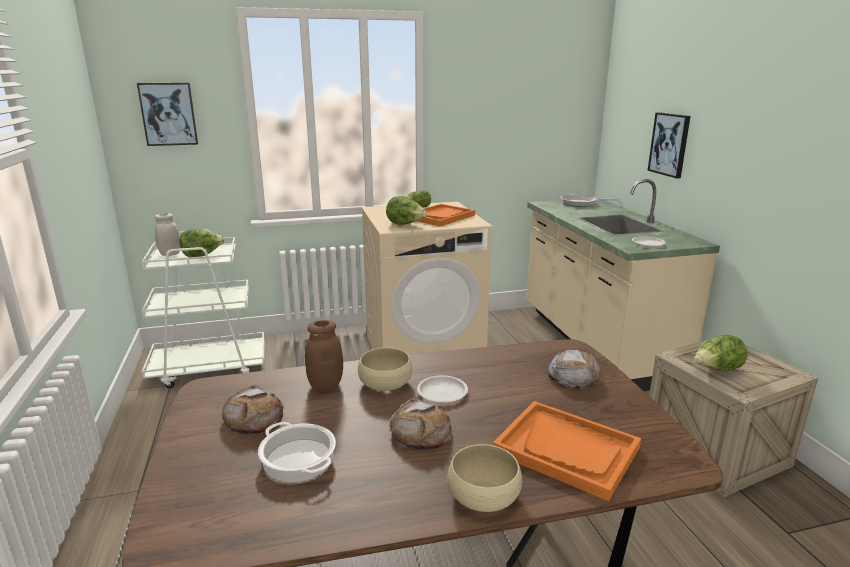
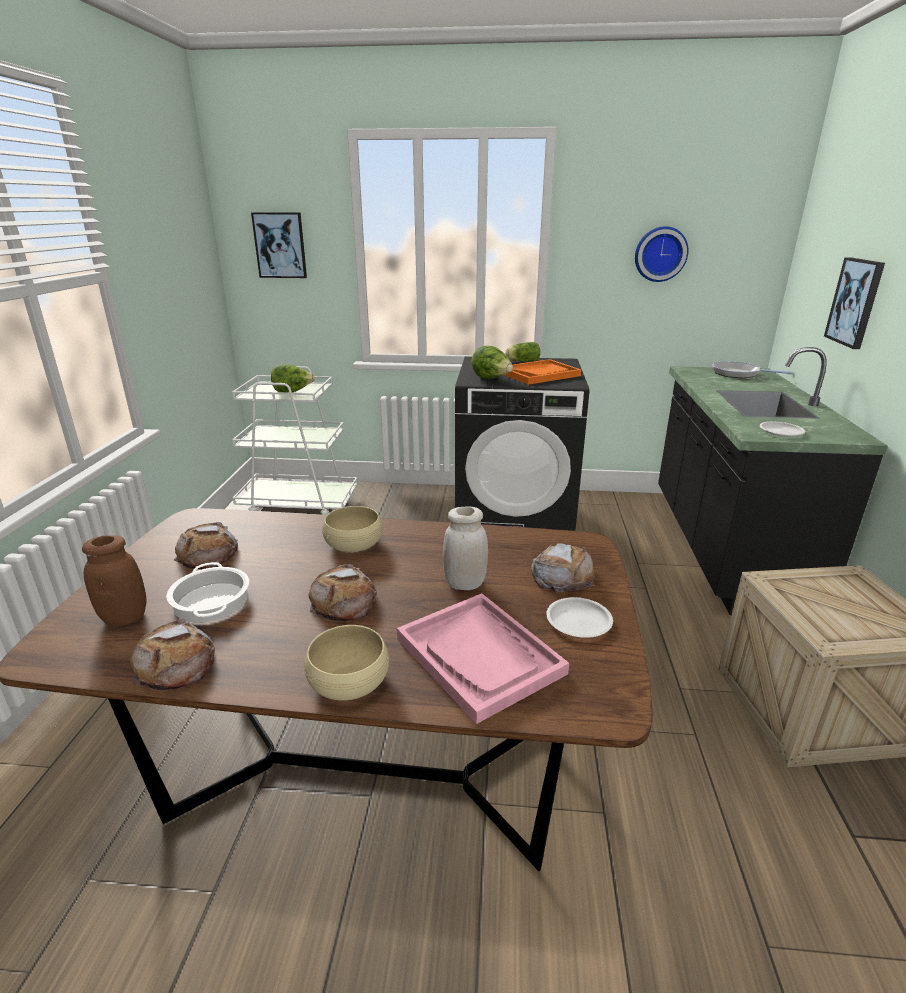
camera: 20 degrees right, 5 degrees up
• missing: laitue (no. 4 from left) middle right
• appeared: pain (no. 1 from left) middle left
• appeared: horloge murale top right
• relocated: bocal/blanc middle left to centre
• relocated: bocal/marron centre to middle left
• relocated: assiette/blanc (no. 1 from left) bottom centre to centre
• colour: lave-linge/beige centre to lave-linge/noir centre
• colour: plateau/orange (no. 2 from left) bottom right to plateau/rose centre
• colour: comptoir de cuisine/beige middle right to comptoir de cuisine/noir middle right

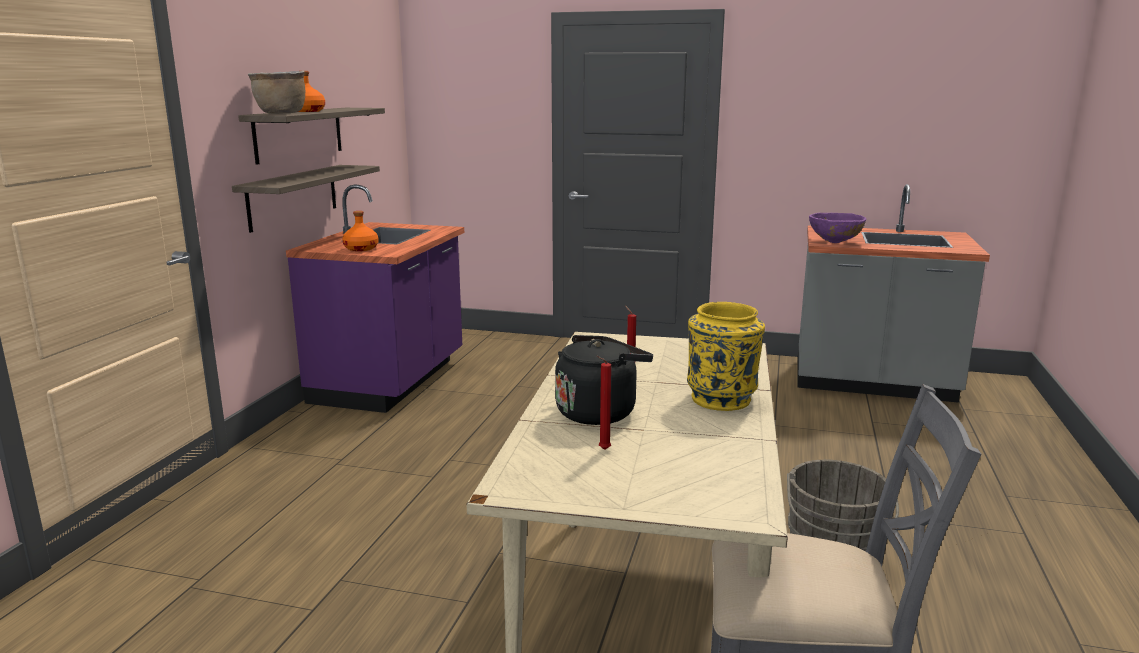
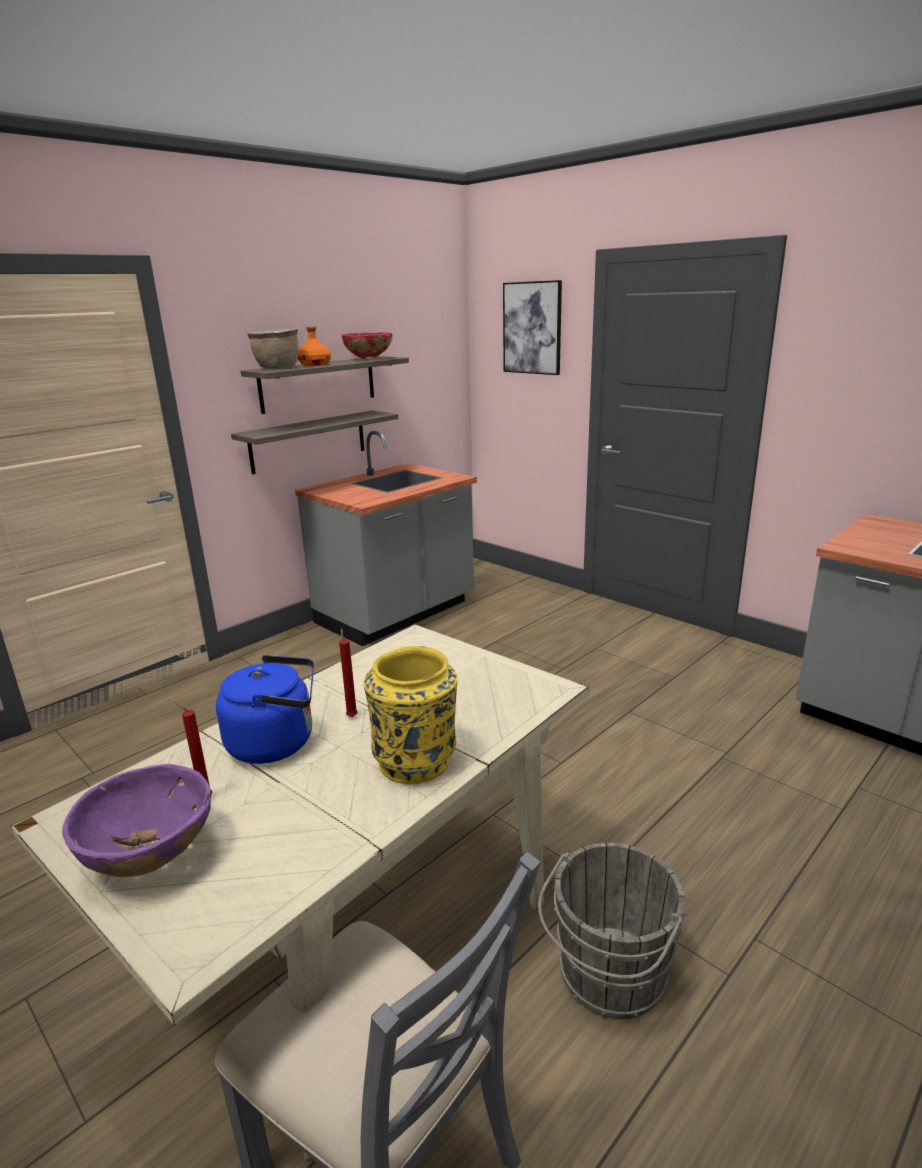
camera: 30 degrees right, 5 degrees up
• missing: bouteille/orange (no. 2 from left) middle left
• appeared: bol/rouge top centre
• appeared: tableau top centre
• relocated: bol/violet middle right to bottom left
• colour: comptoir de cuisine/violet middle left to comptoir de cuisine/gris (no. 1 from left) centre
• colour: bouilloire/noir centre to bouilloire/bleu middle left

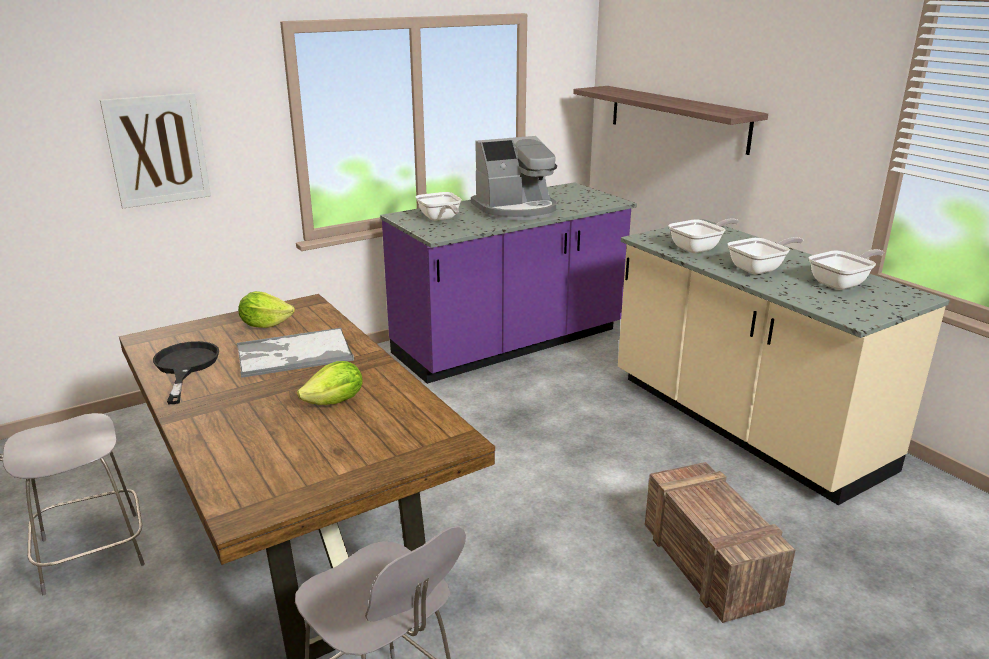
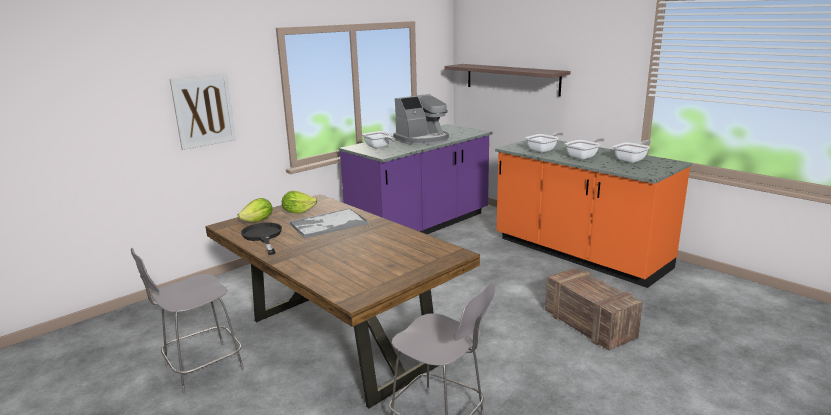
camera: 10 degrees left, 5 degrees down
• relocated: laitue (no. 2 from left in the first image) centre to laitue (no. 1 from left) middle left
• colour: comptoir de cuisine/beige middle right to comptoir de cuisine/orange middle right

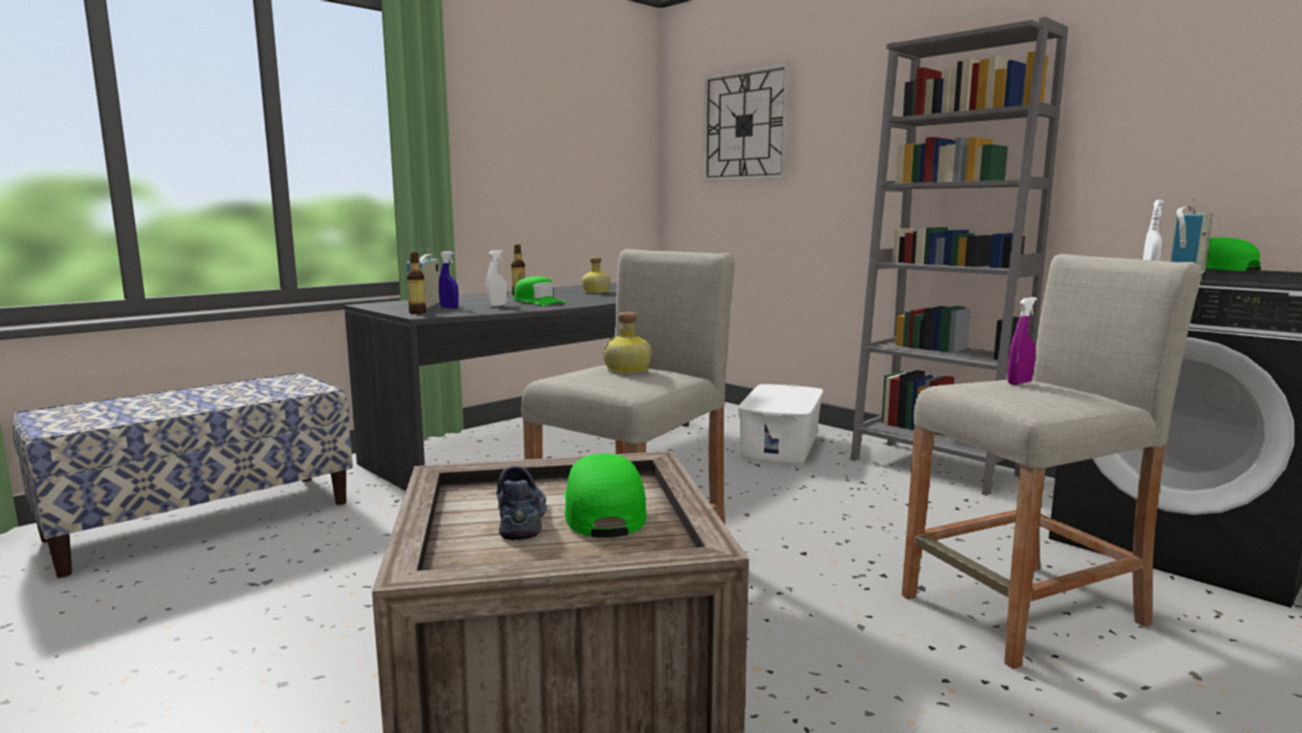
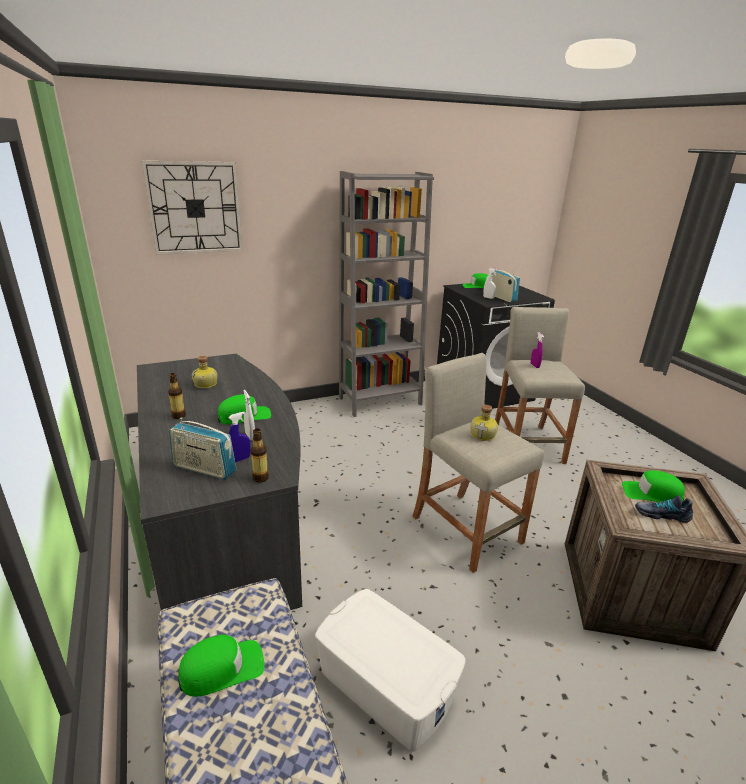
camera: 70 degrees left, 15 degrees up
• appeared: casquette/vert (no. 1 from left) bottom left
• relocated: boîte de rangement/blanc centre to bottom centre

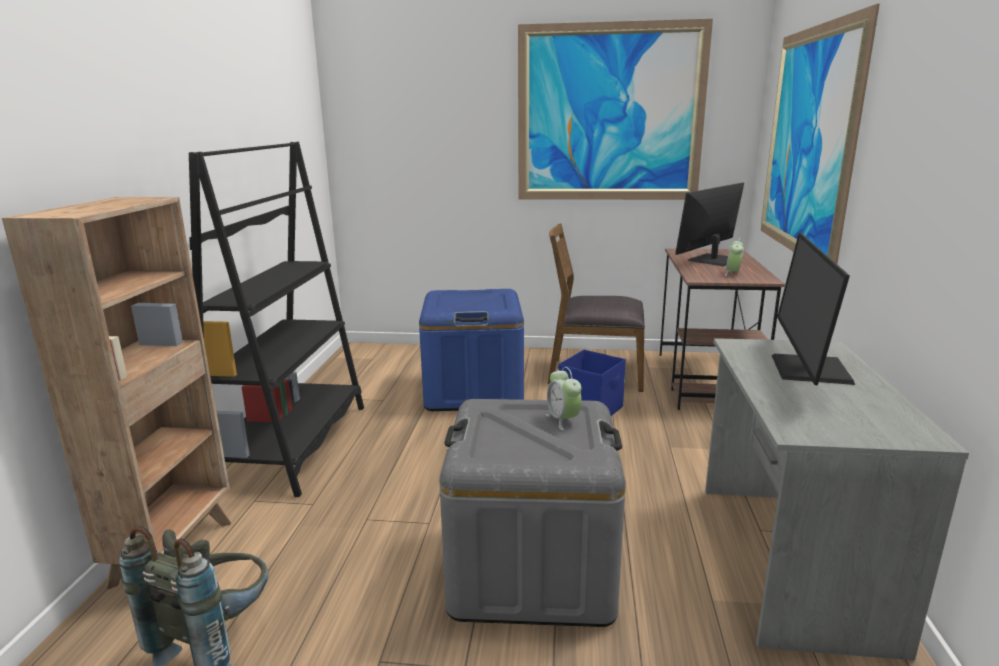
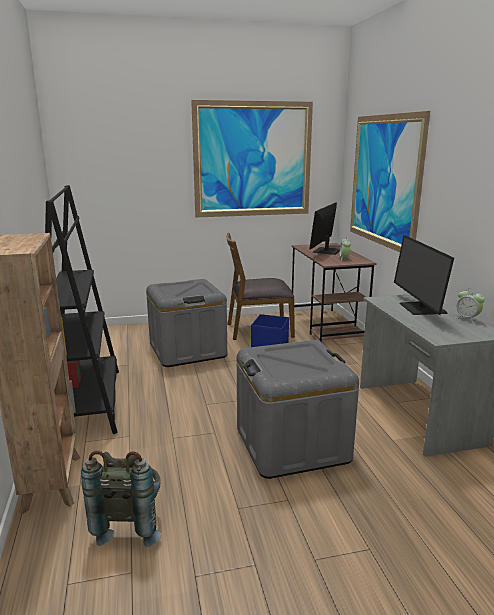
camera: 20 degrees left, 0 degrees up
• relocated: réveil (no. 1 from left in the first image) centre to réveil (no. 2 from left) middle right
• colour: boîte de rangement/bleu (no. 1 from left) centre to boîte de rangement/gris (no. 1 from left) centre

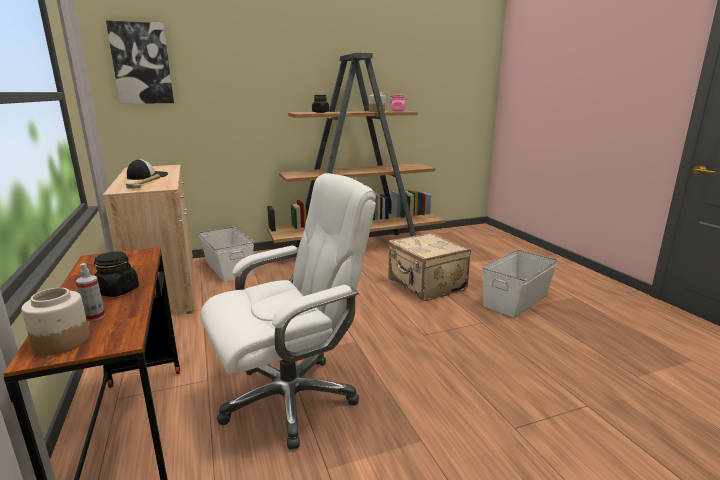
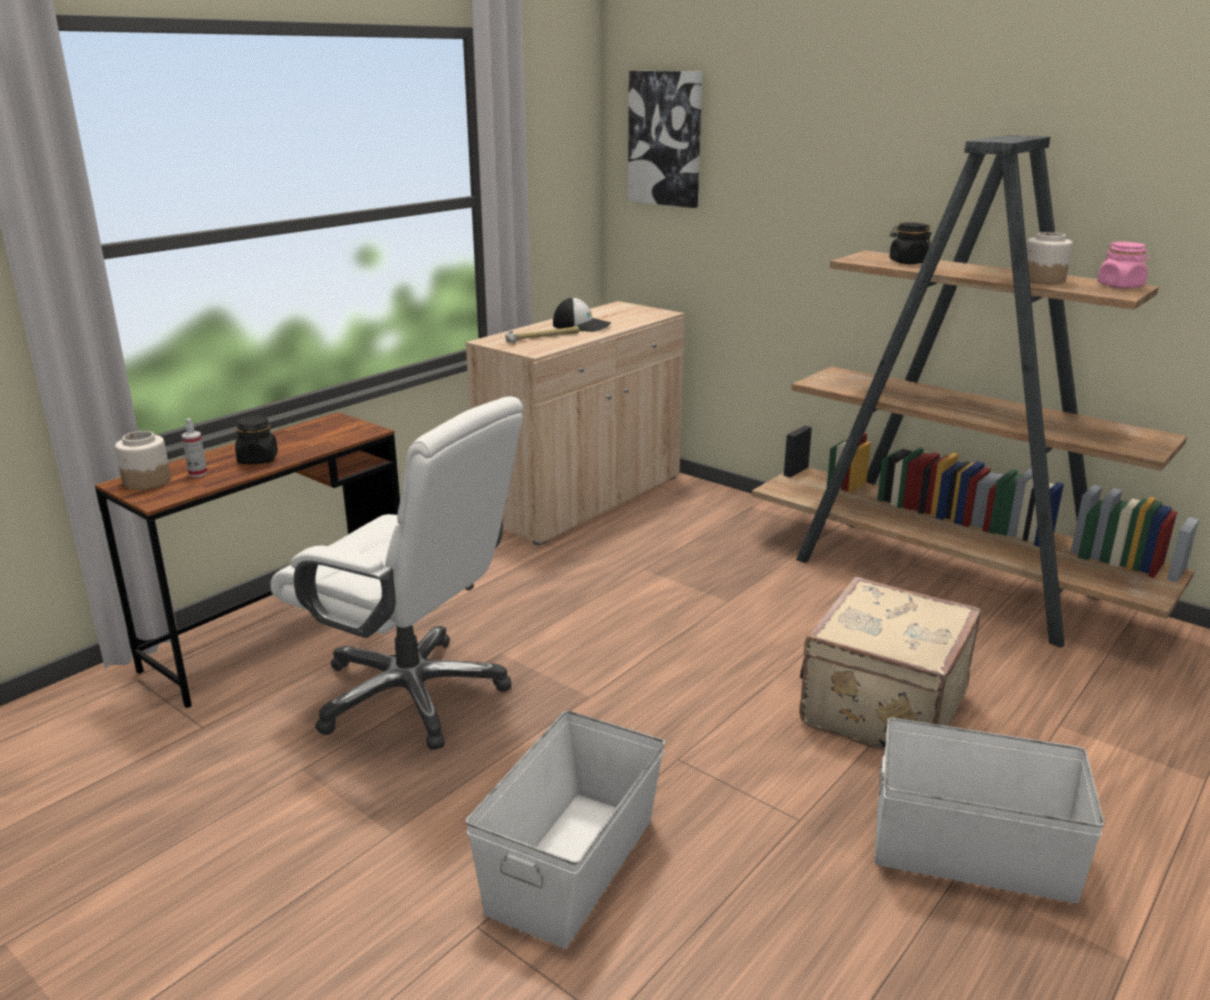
camera: 60 degrees right, 5 degrees up
• relocated: boîte de rangement/blanc (no. 1 from left) middle left to bottom centre

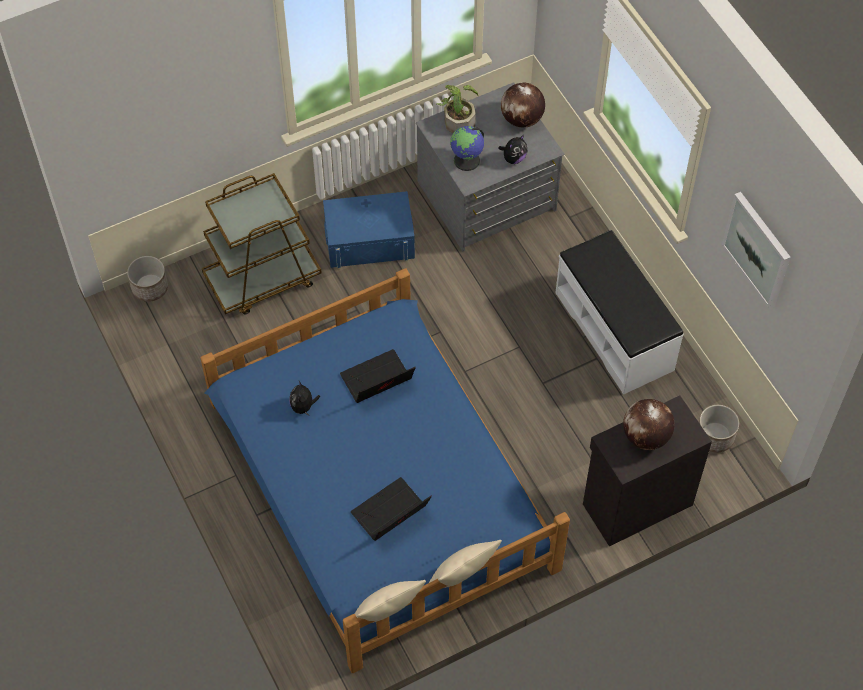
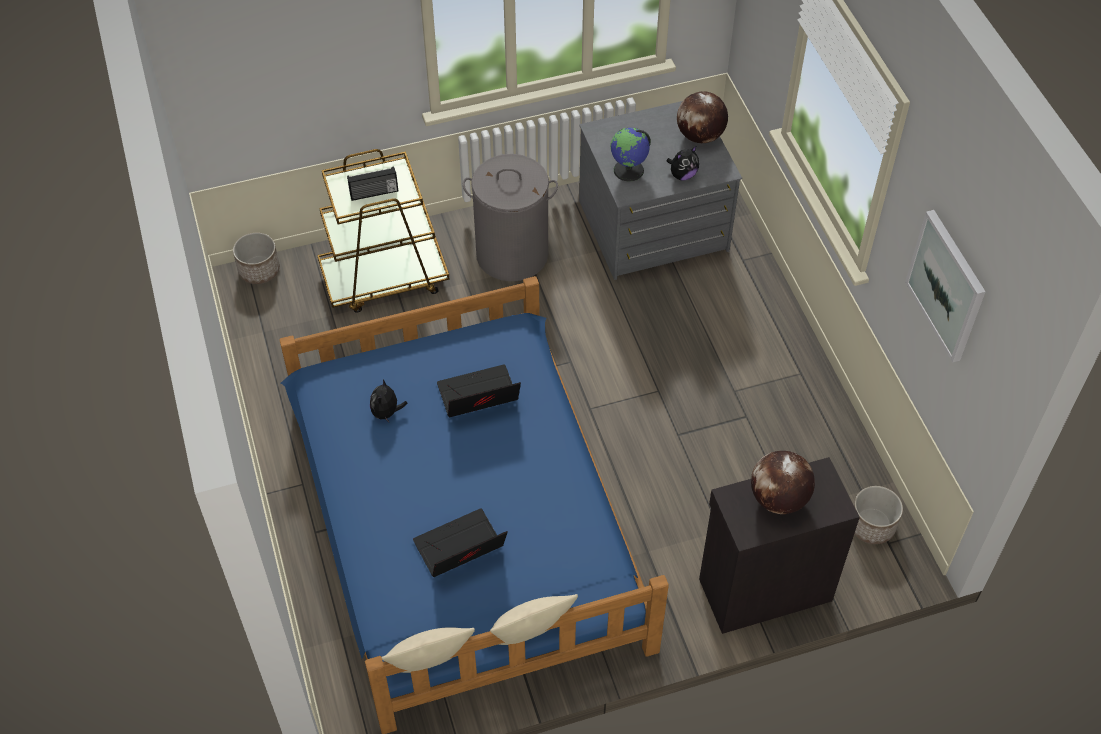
camera: 10 degrees right, 5 degrees down
• missing: plante en pot top centre
• missing: banc/blanc middle right
• appeared: radio top centre
• exchanged: boîte de rangement/bleu top centre to panier à linge/gris top centre

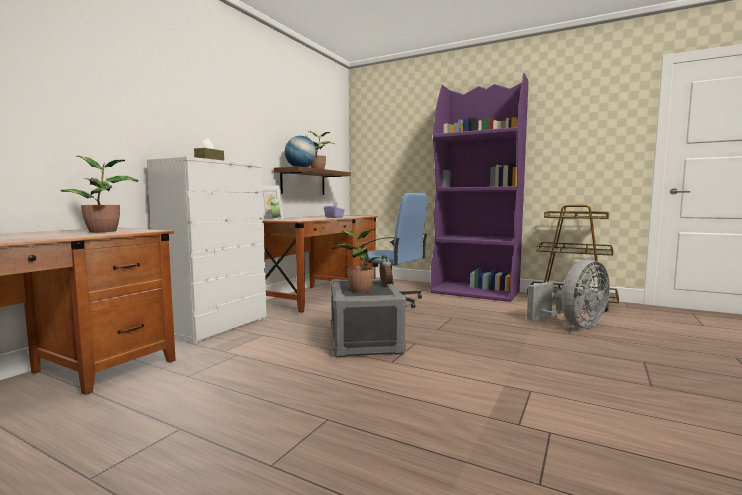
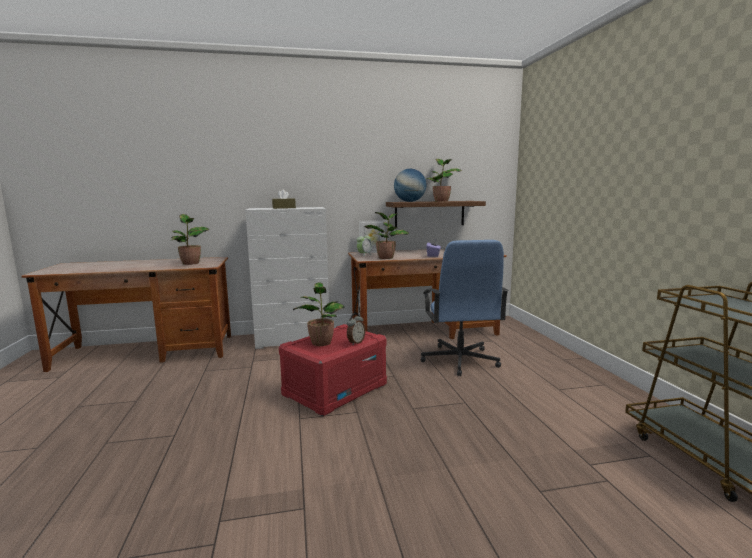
camera: 50 degrees right, 5 degrees up
• missing: bibliothèque/violet centre
• missing: ventilateur/gris middle right
• appeared: plante en pot (no. 3 from left) centre
• colour: boîte de rangement/gris centre to boîte de rangement/rouge centre

